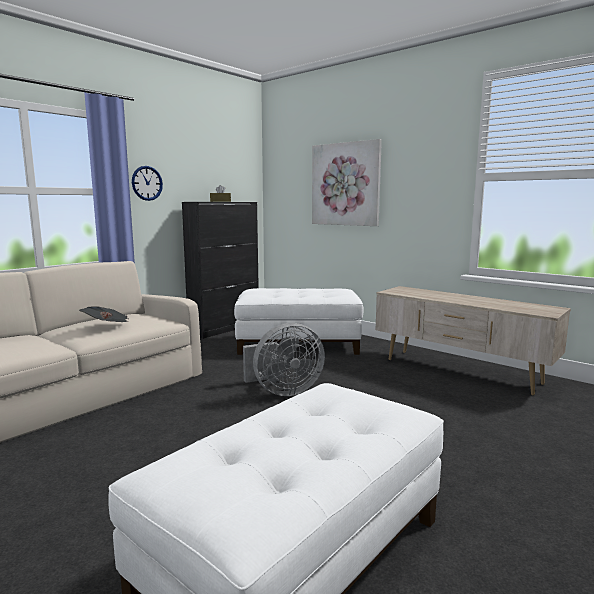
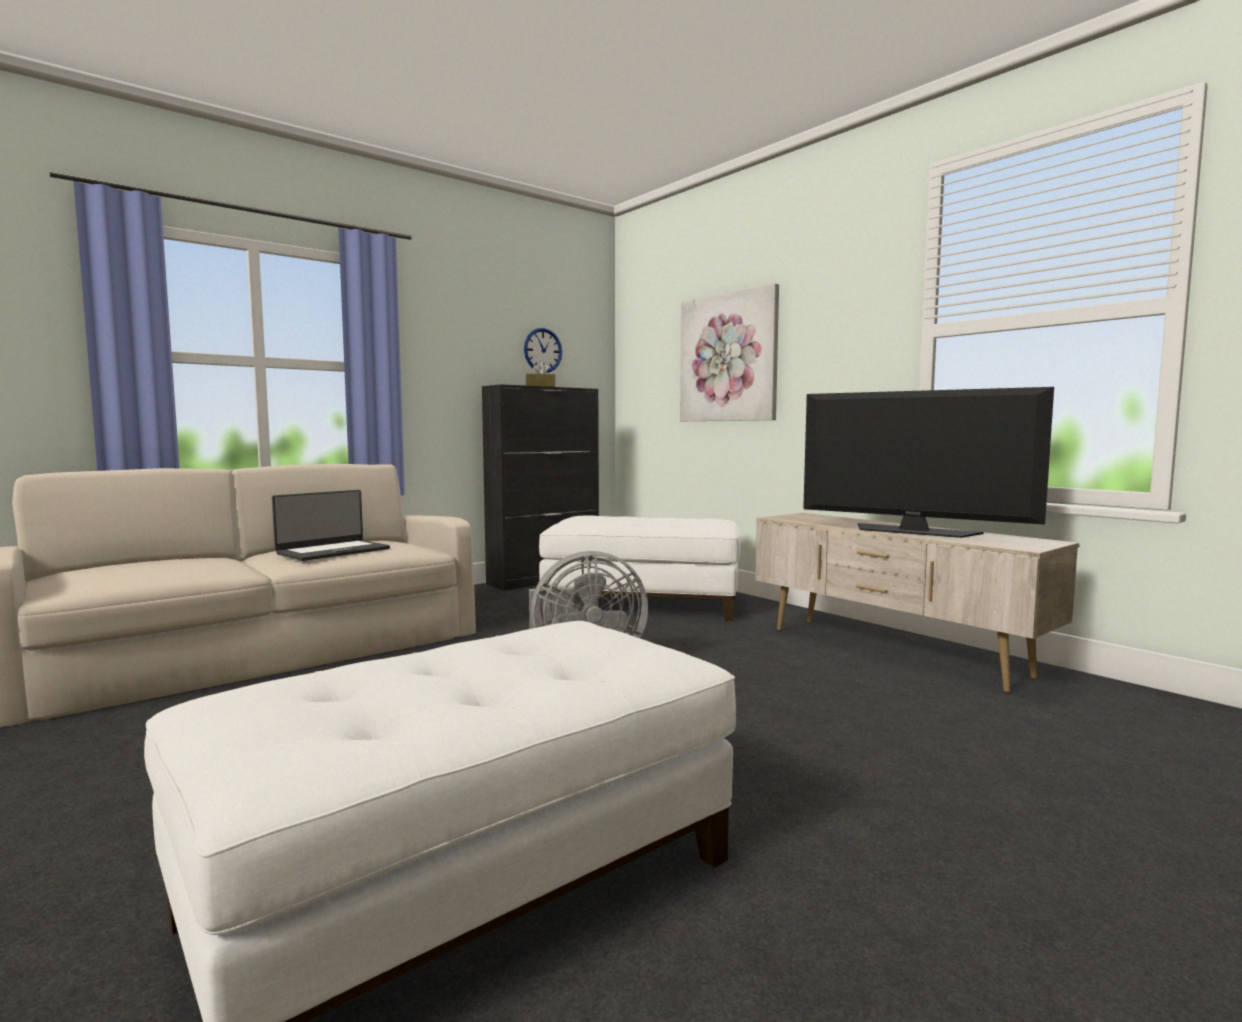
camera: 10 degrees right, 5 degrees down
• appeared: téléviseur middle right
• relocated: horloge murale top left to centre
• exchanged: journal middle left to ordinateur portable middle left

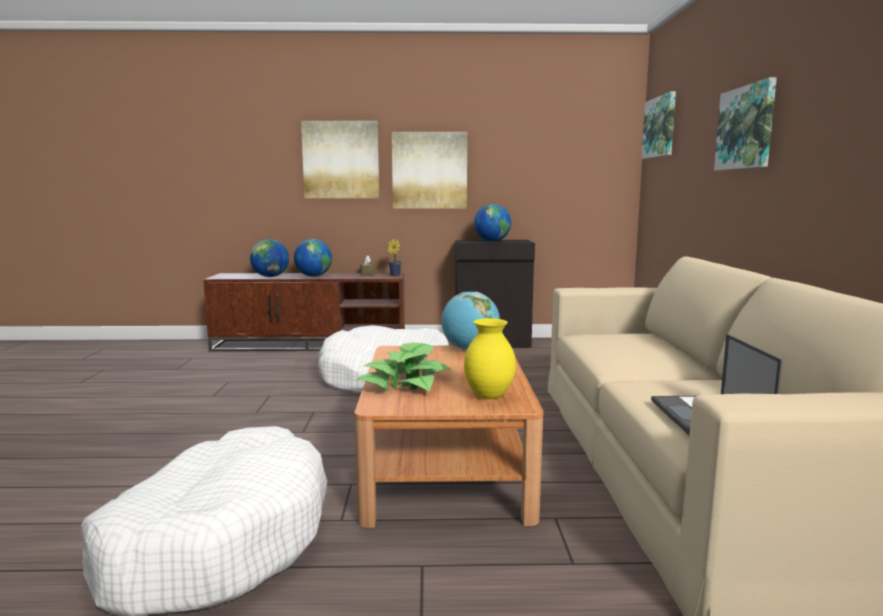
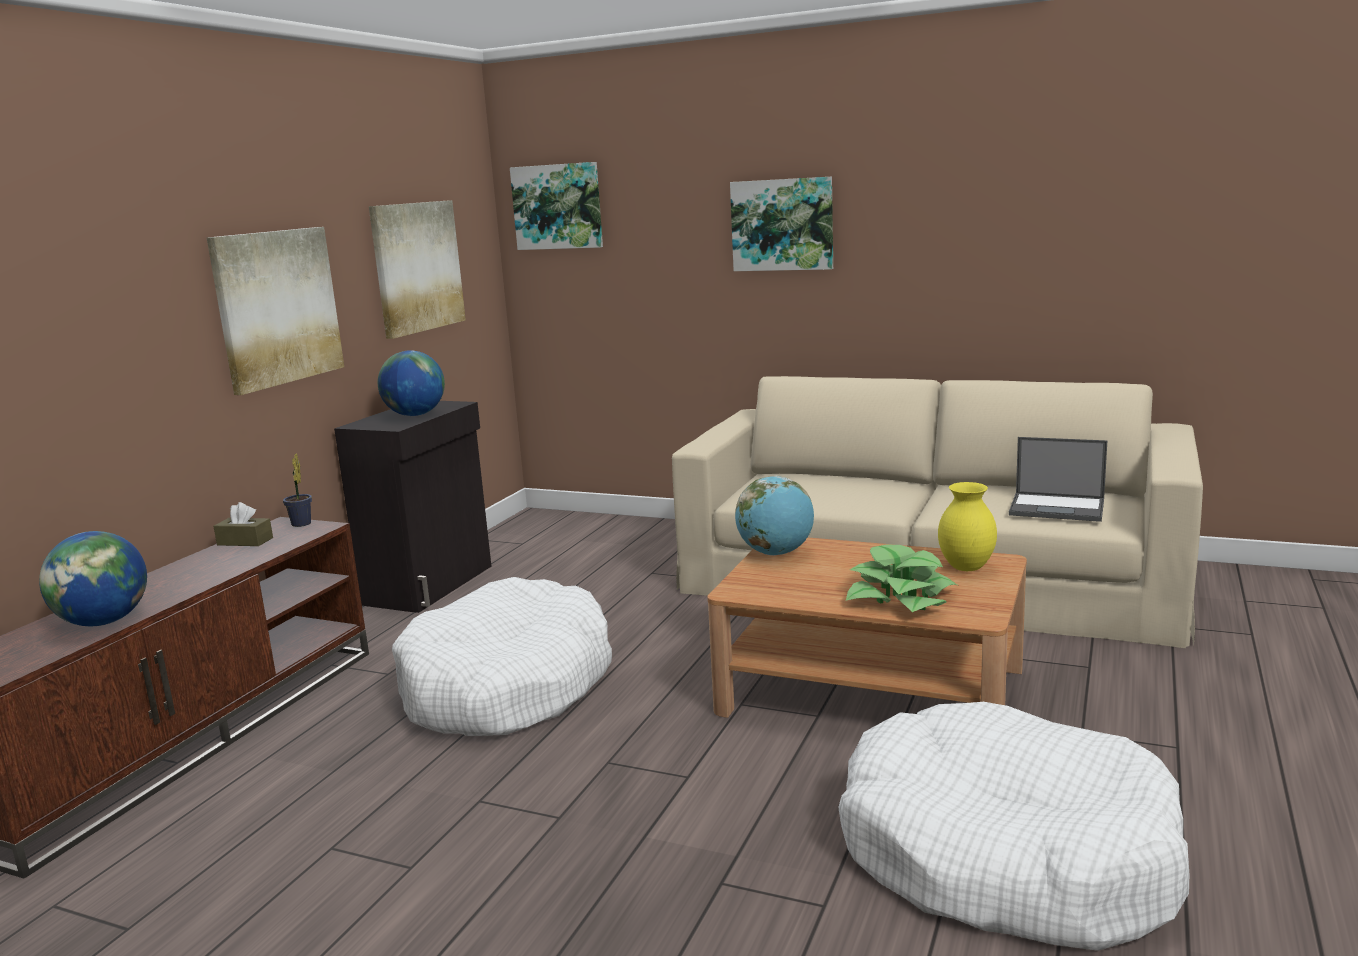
camera: 65 degrees left, 5 degrees up
• missing: globe (no. 2 from left) centre
• relocated: tableau (no. 1 from left in the first image) top centre to tableau (no. 2 from left) top left

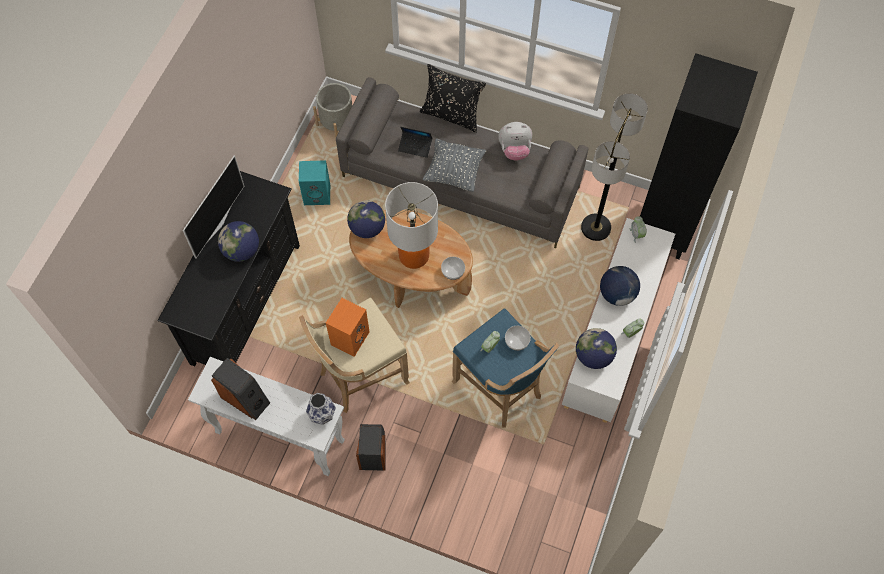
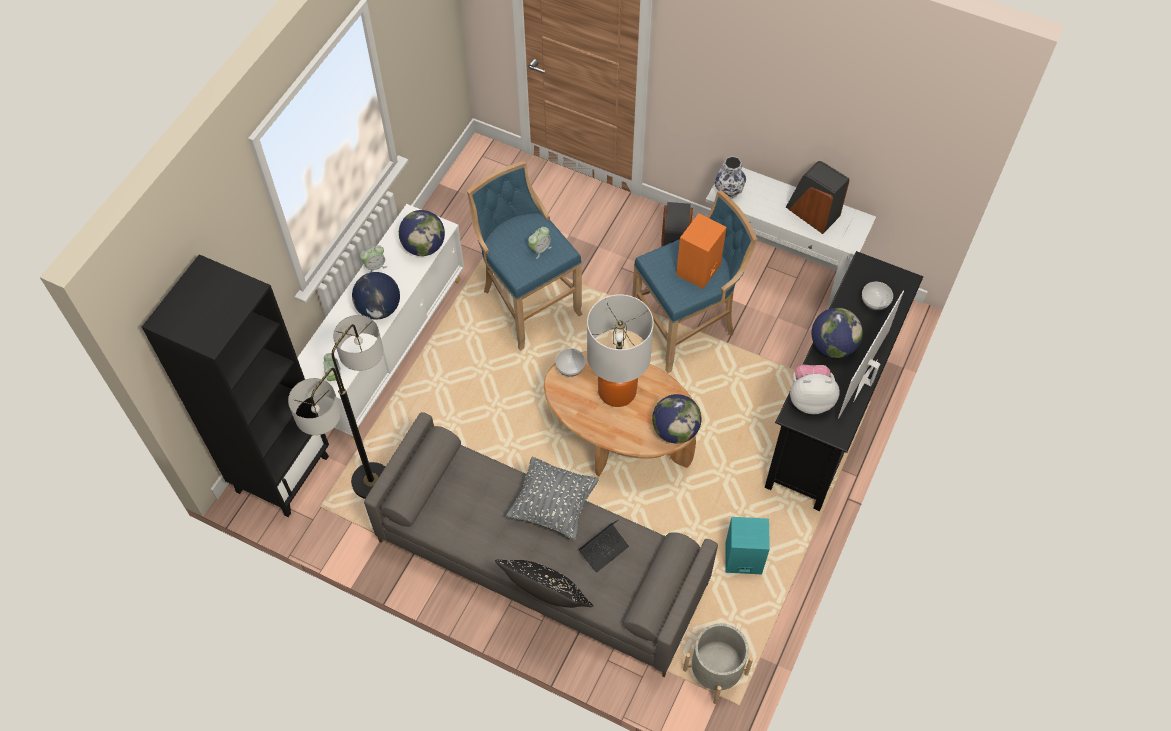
camera: 175 degrees left, 5 degrees down
• relocated: peluche top centre to middle right
• relocated: bol (no. 2 from left) centre to middle right
• colour: tabouret/beige centre to tabouret/bleu (no. 2 from left) centre
• spun: ordinateur portable top centre = bottom centre 120 degrees clockwise

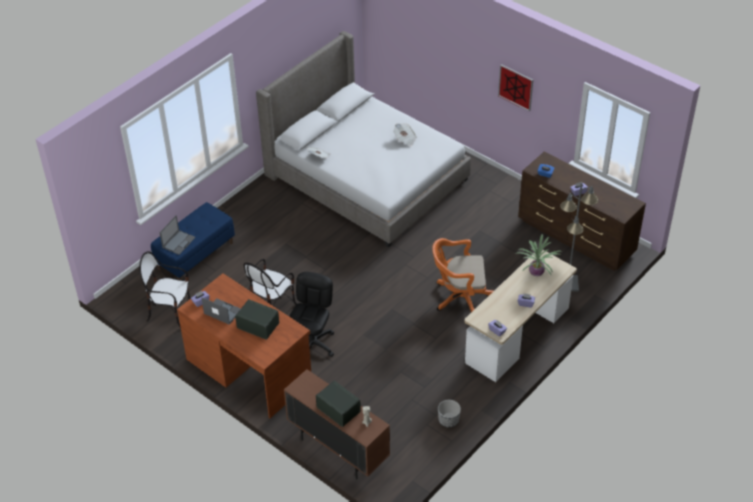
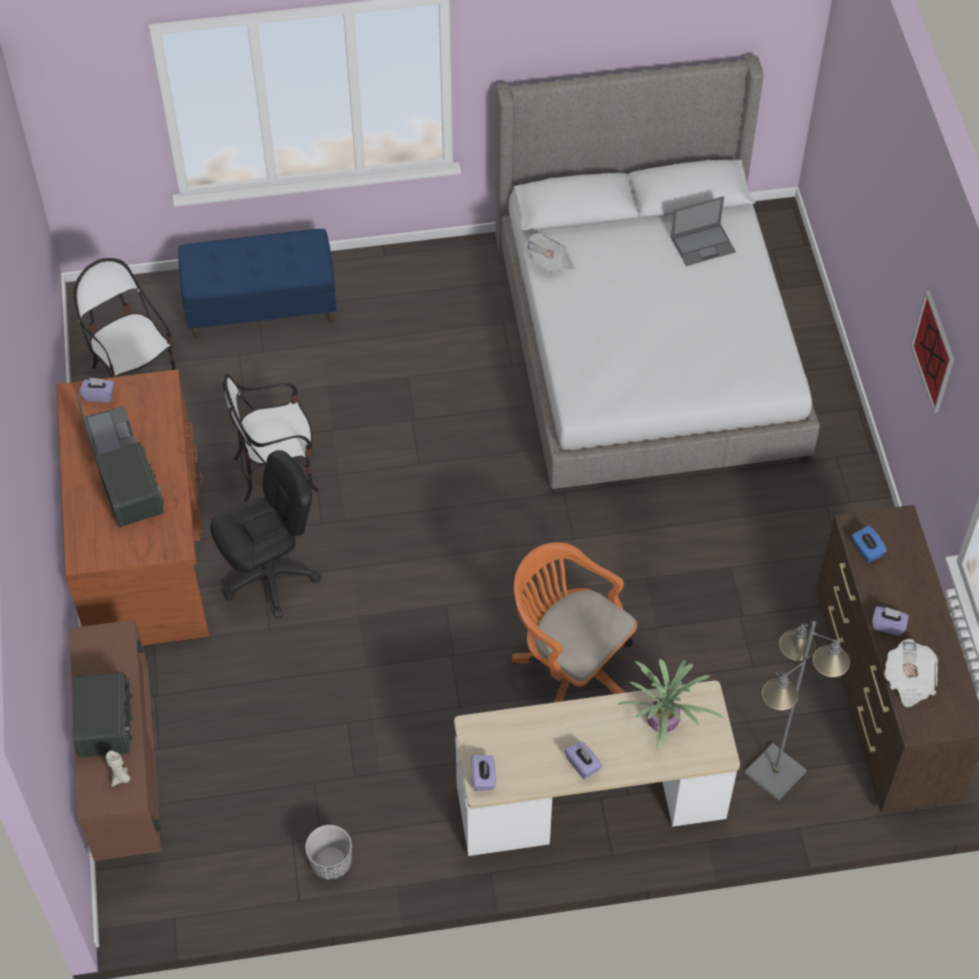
camera: 40 degrees right, 10 degrees up
• relocated: ordinateur portable (no. 1 from left in the first image) middle left to ordinateur portable (no. 2 from left) top right
• relocated: journal (no. 2 from left) top centre to bottom right

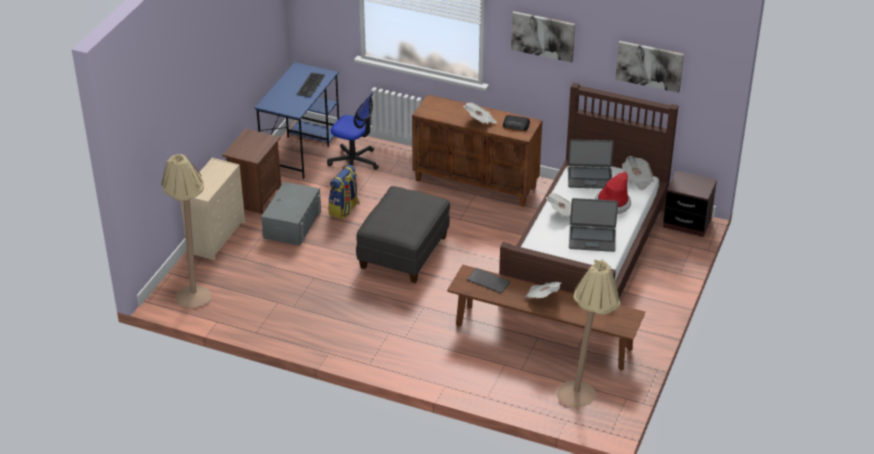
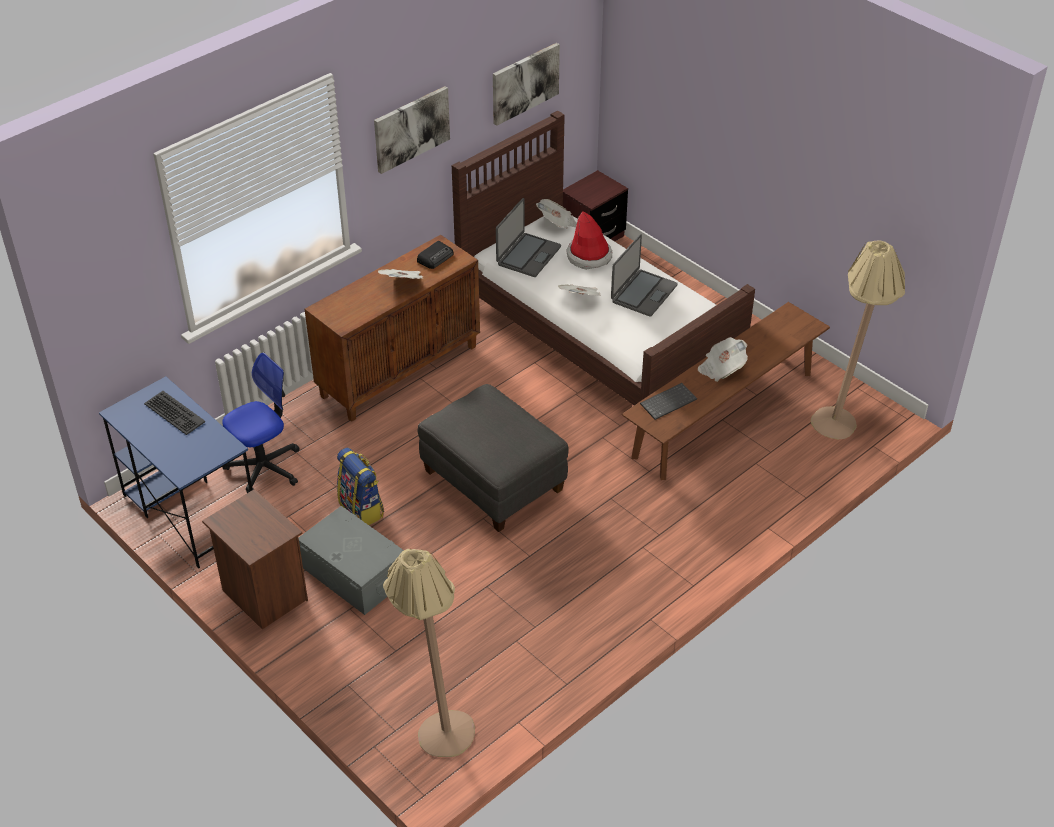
camera: 65 degrees left, 5 degrees up
• missing: commode/beige middle left

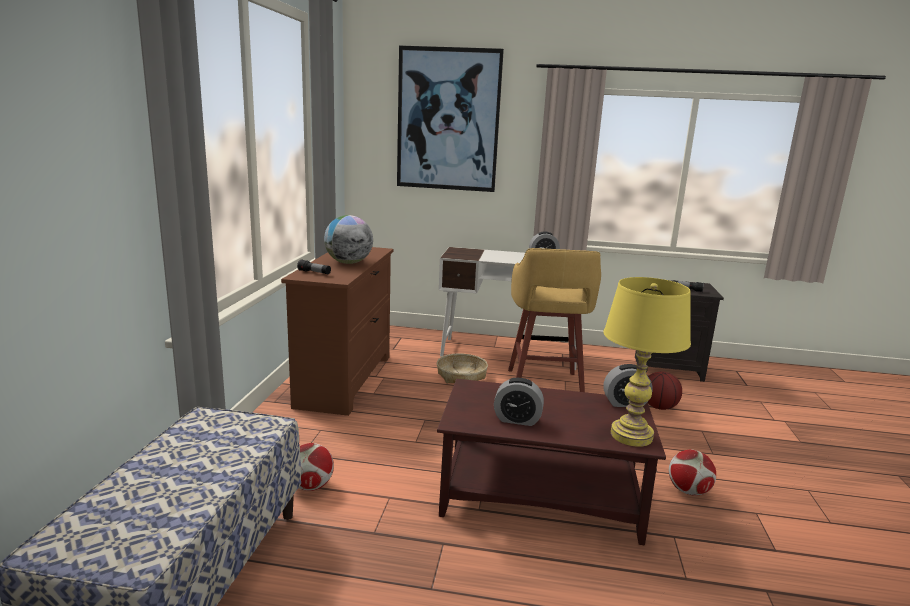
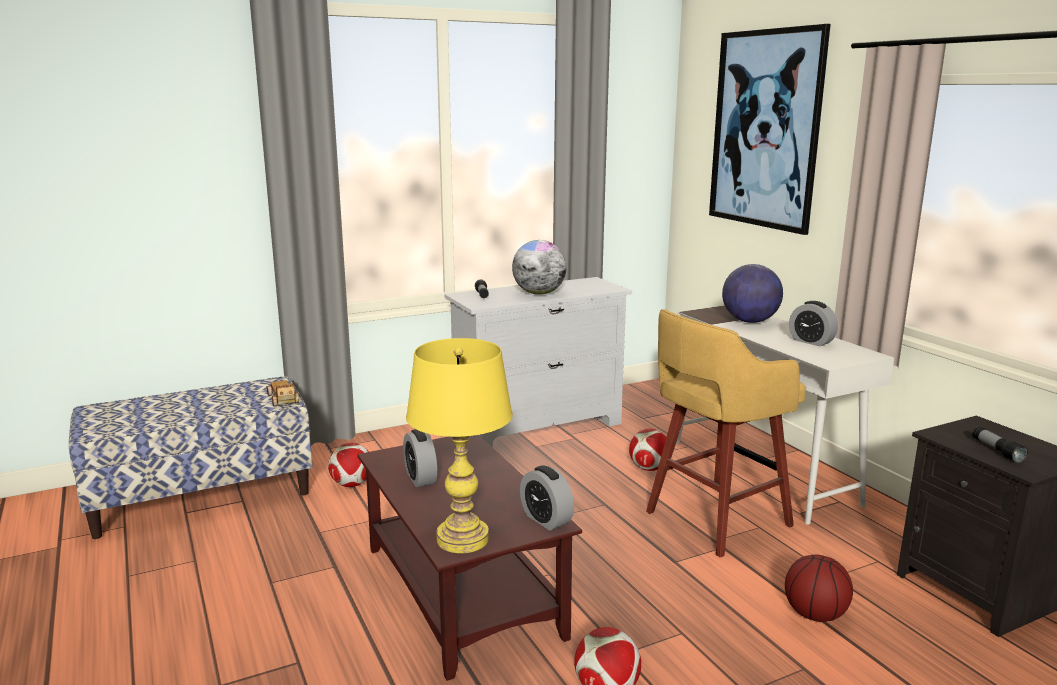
camera: 55 degrees right, 0 degrees up
• appeared: petite voiture middle left
• appeared: globe (no. 2 from left) middle right
• exchanged: panier centre to ballon de foot (no. 3 from left) centre
• colour: commode/marron centre to commode/blanc centre

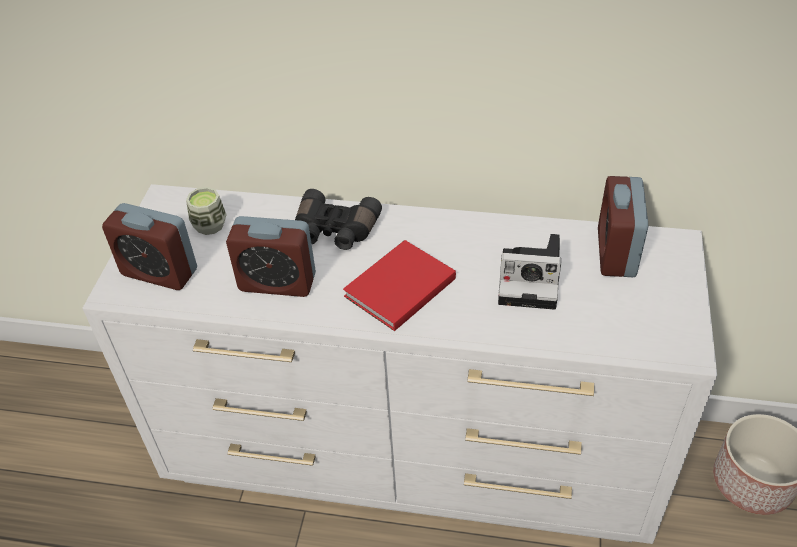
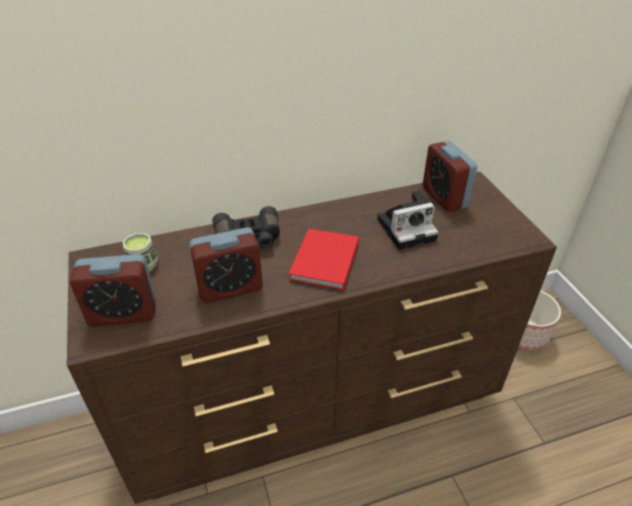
camera: 30 degrees left, 5 degrees down
• colour: commode/blanc centre to commode/marron bottom centre

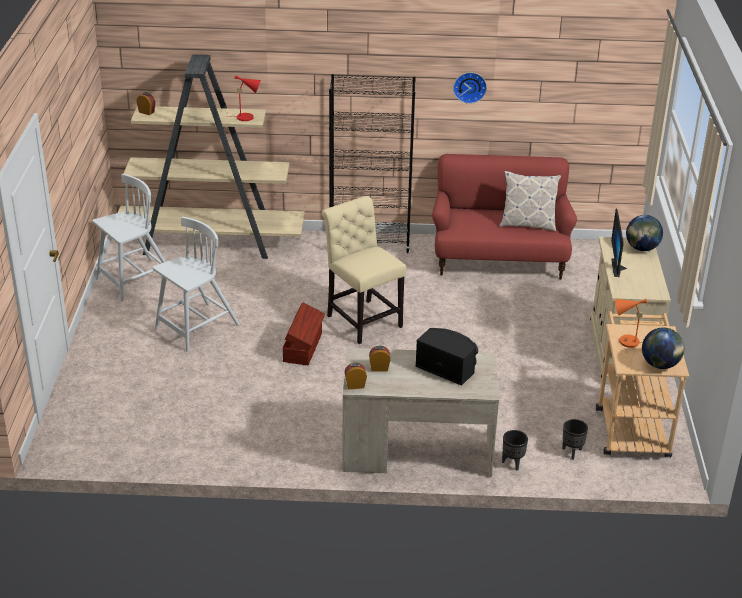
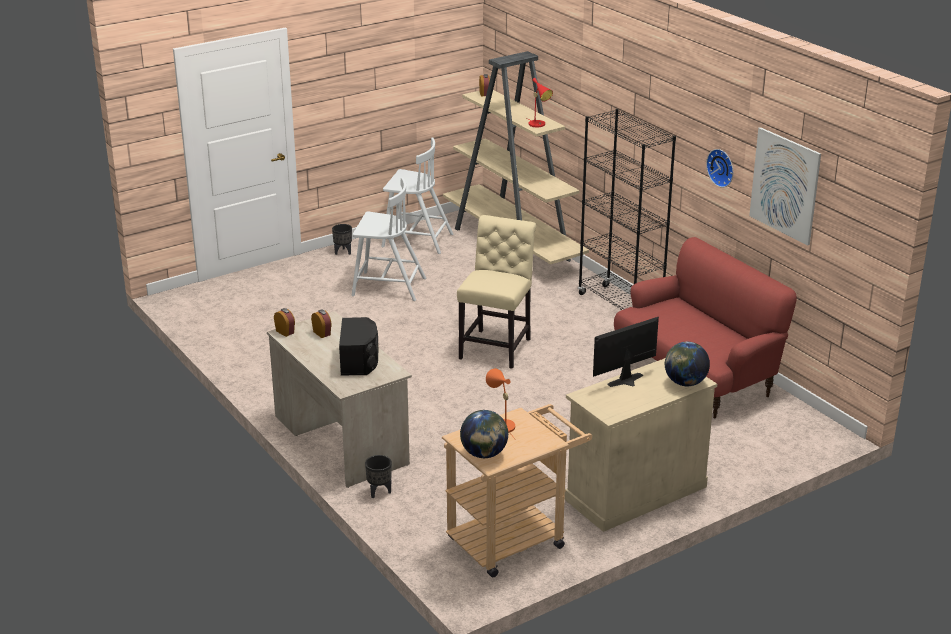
camera: 55 degrees right, 5 degrees down
• missing: boîte de rangement/marron centre
• missing: coussin middle right
• appeared: tableau top right
• relocated: cache-pot/noir (no. 2 from left in the first image) bottom right to cache-pot/noir (no. 1 from left) centre

